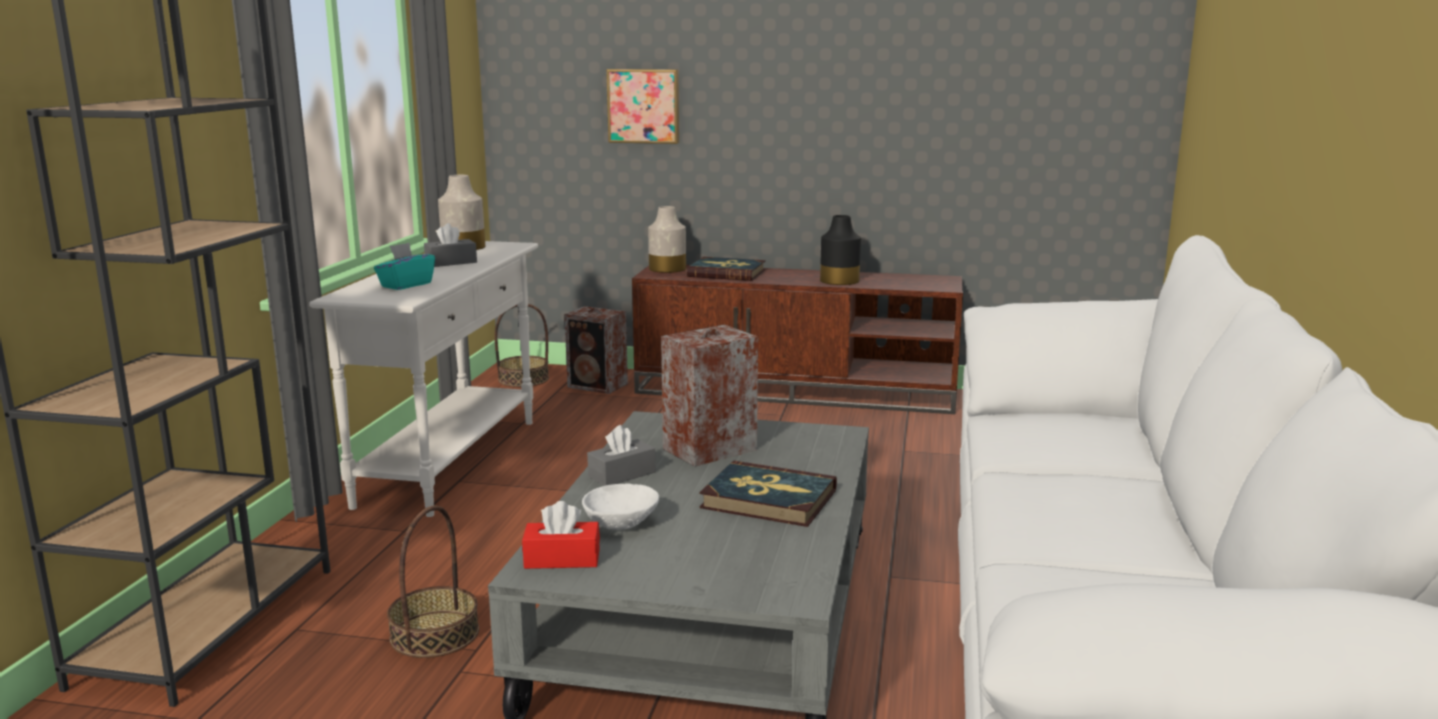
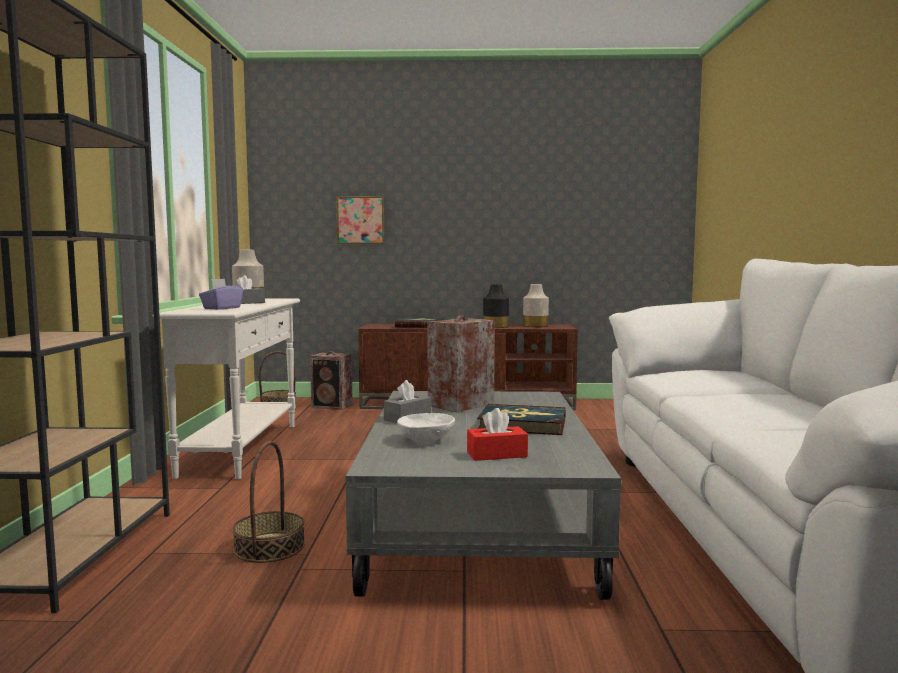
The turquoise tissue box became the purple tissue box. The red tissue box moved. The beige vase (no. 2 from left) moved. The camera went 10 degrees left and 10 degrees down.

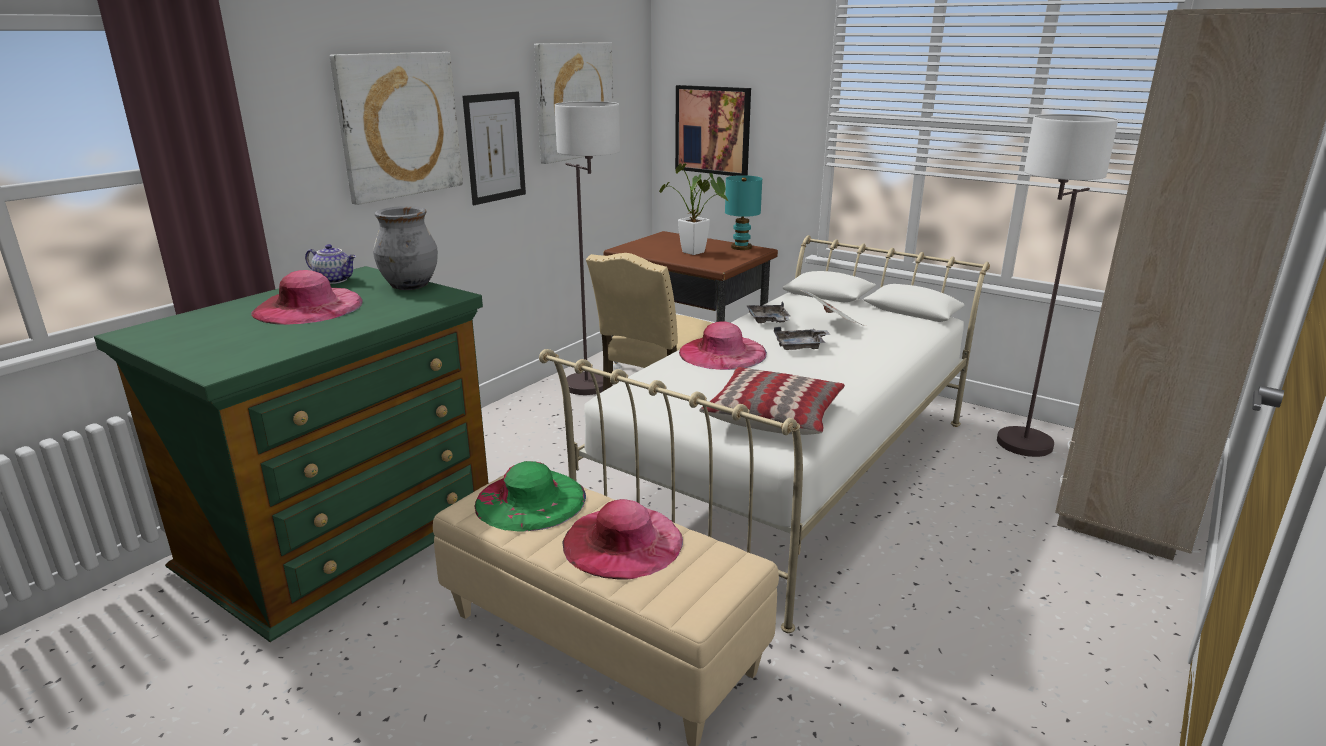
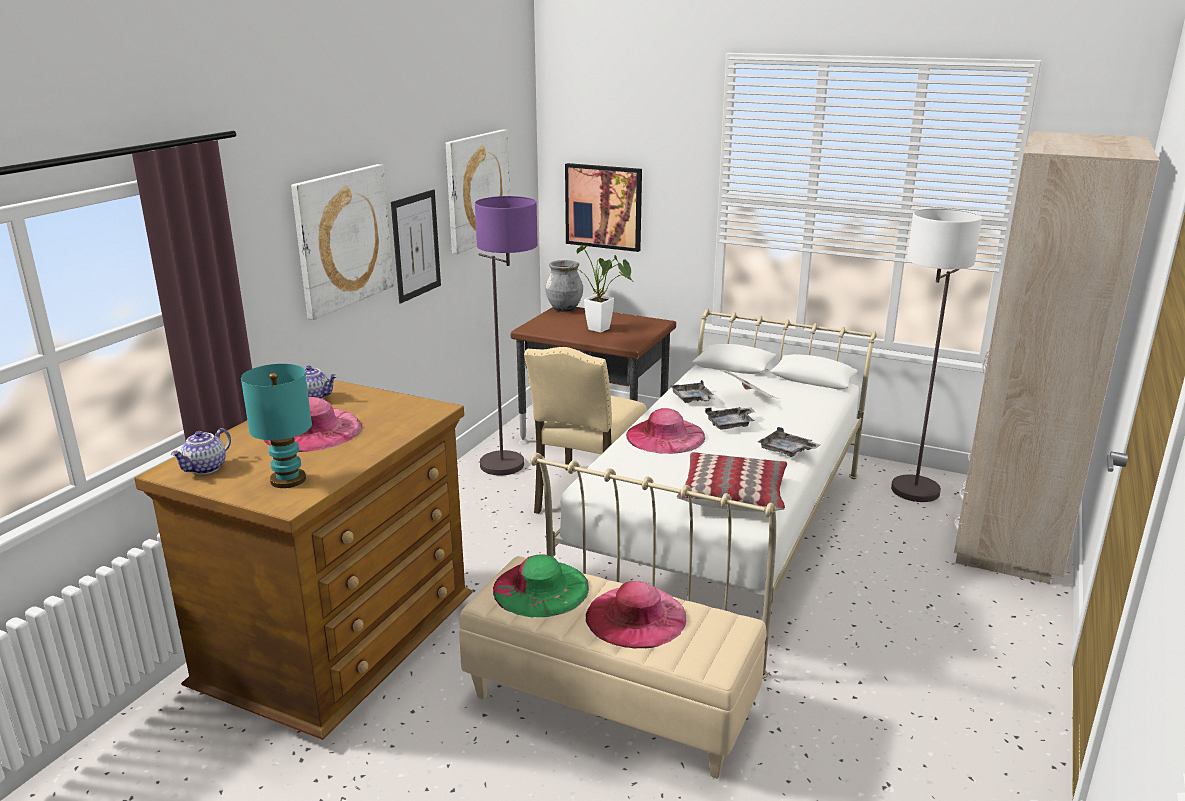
The green dresser became the brown dresser. The teapot (no. 1 from left) appeared. The turquoise table lamp moved. The white floor lamp (no. 1 from left) became the purple floor lamp. The grey vase moved. The grey tray (no. 3 from left) appeared. The camera went 10 degrees left and 0 degrees up.

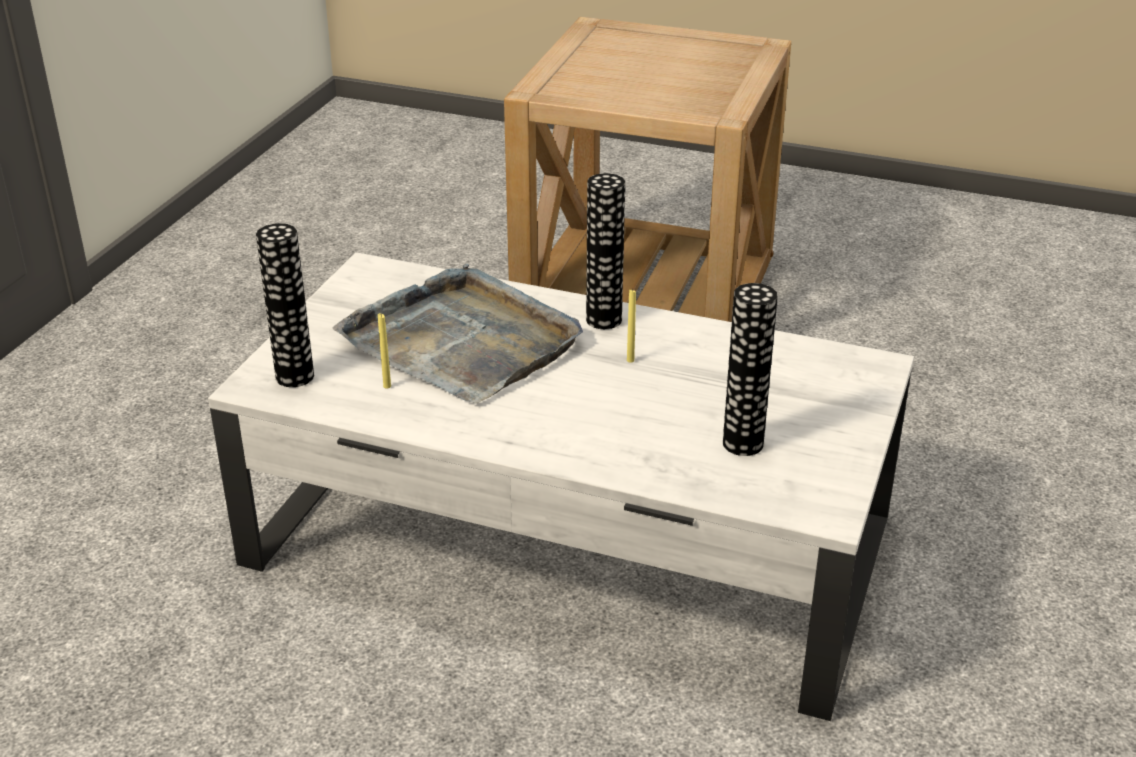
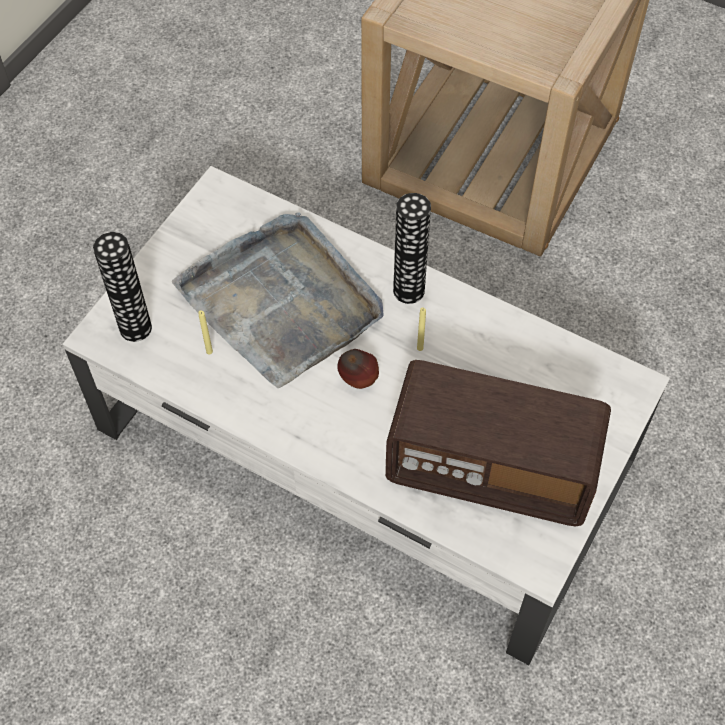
The apple appeared. The vase (no. 3 from left) was replaced by the radio. The camera went 10 degrees right and 25 degrees up.

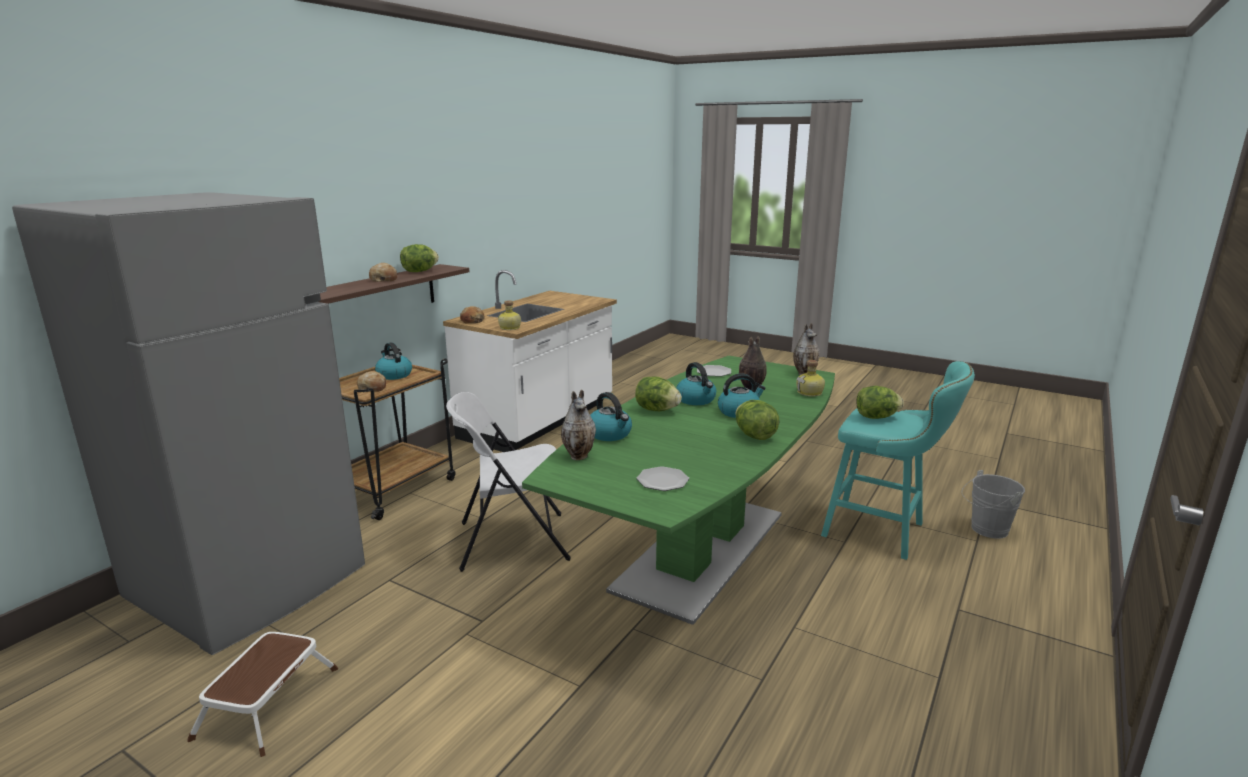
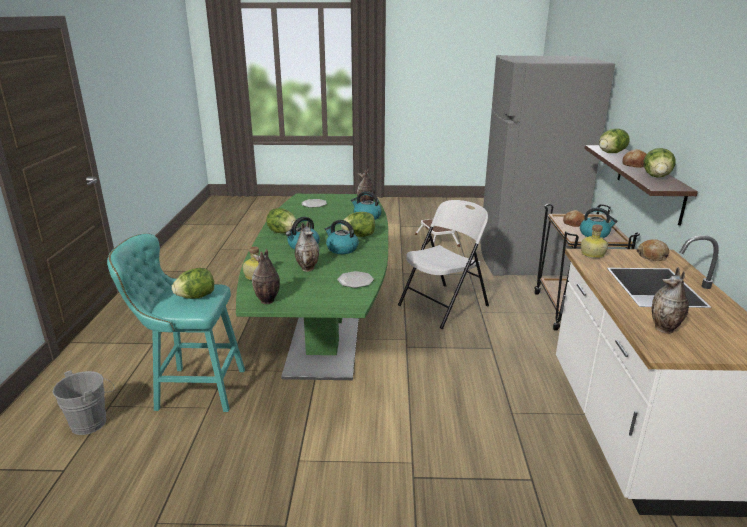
The lettuce (no. 4 from left) appeared. The vase (no. 4 from left) appeared. The camera went 150 degrees right and 5 degrees up.

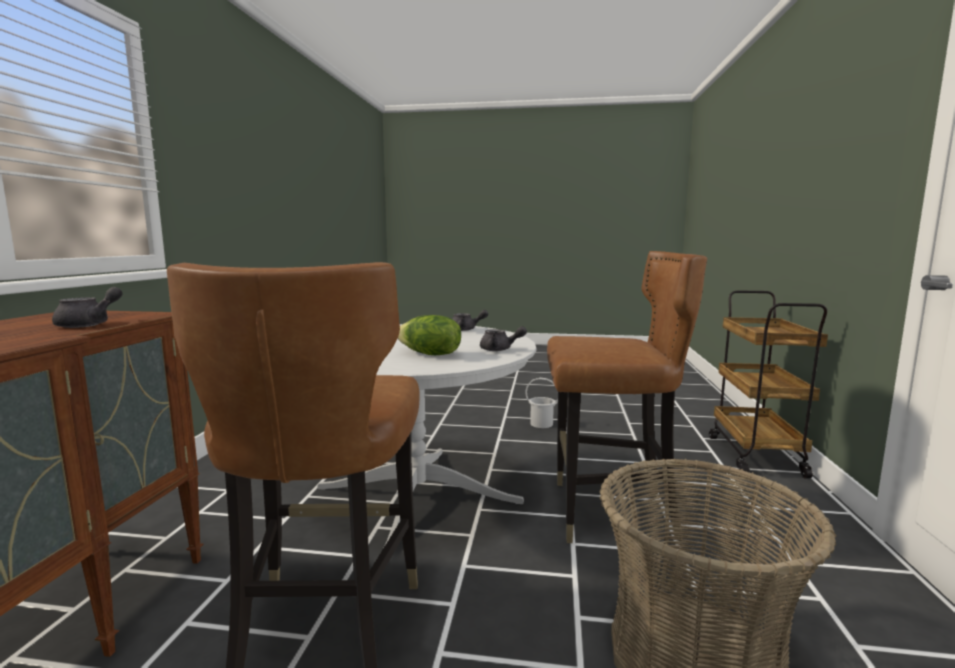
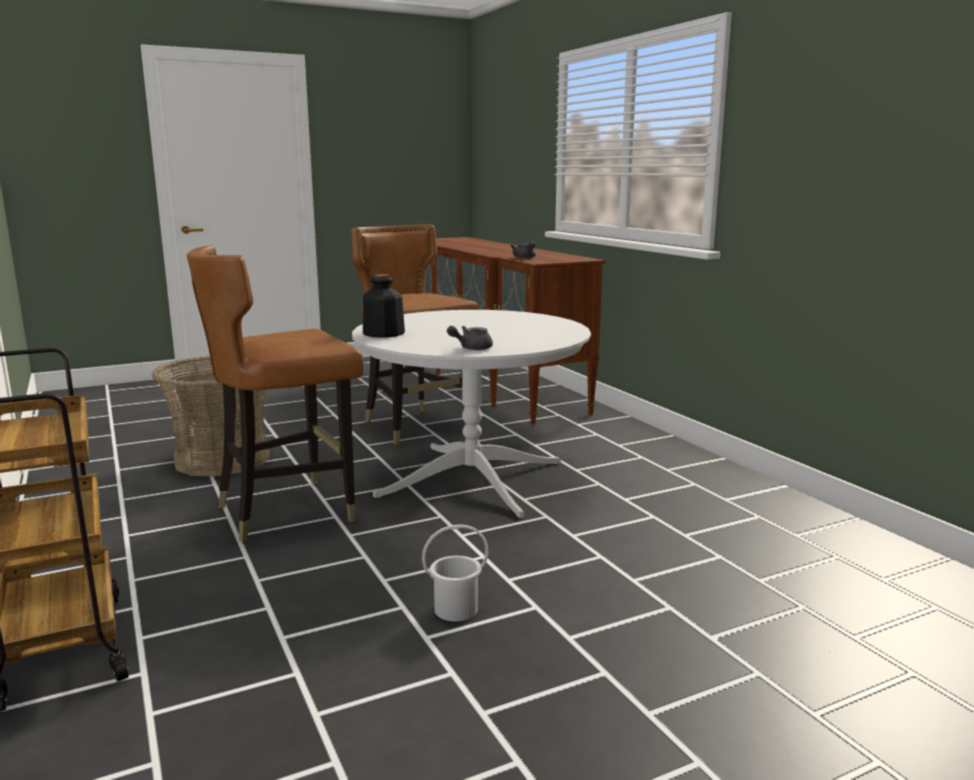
The grey teapot (no. 3 from left) was replaced by the bottle. The lettuce disappeared. The camera went 145 degrees right and 5 degrees up.

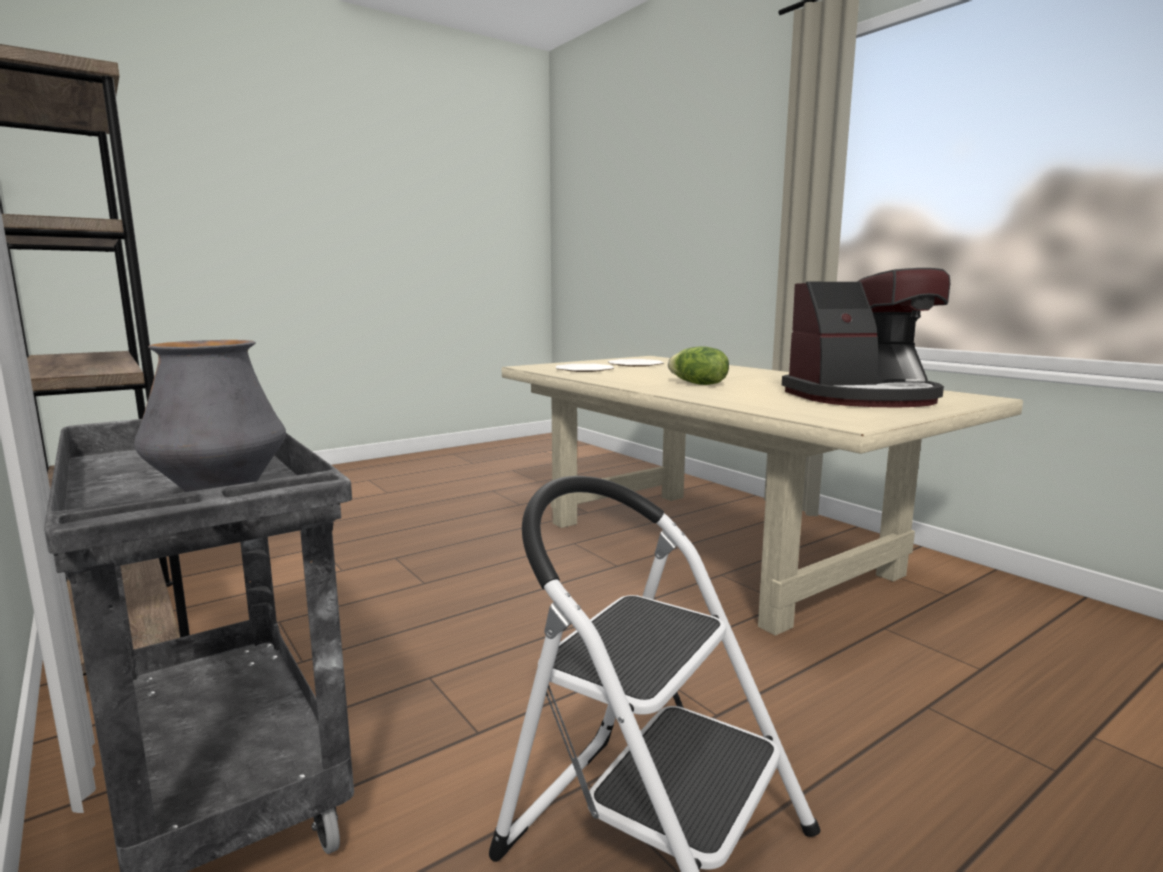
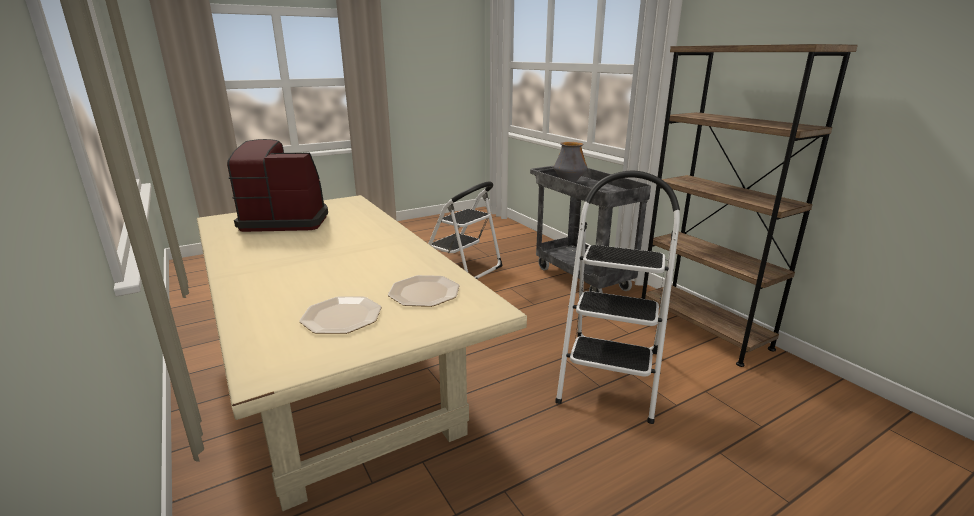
The step ladder (no. 2 from left) appeared. The lettuce disappeared. The camera went 175 degrees left and 10 degrees up.

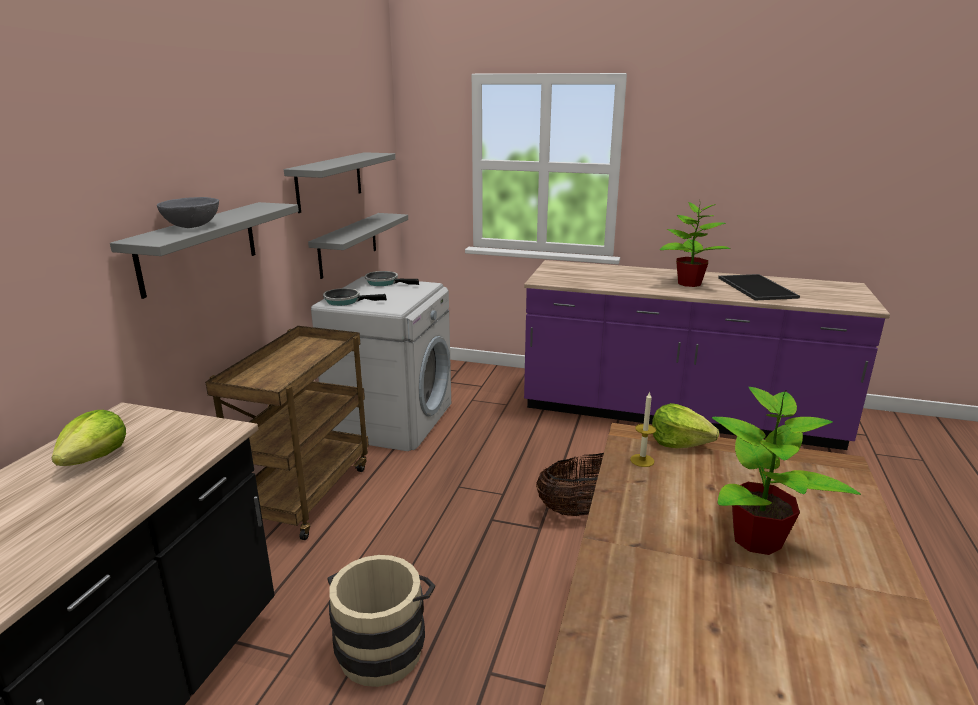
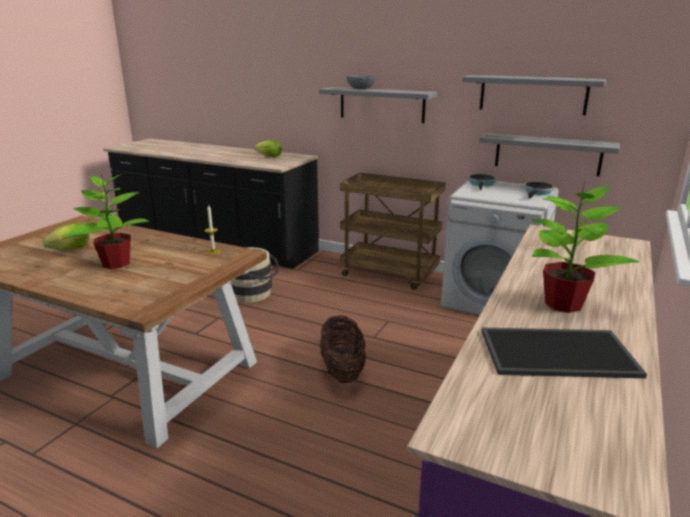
The lettuce (no. 2 from left in the first image) moved. The camera went 100 degrees right and 0 degrees up.

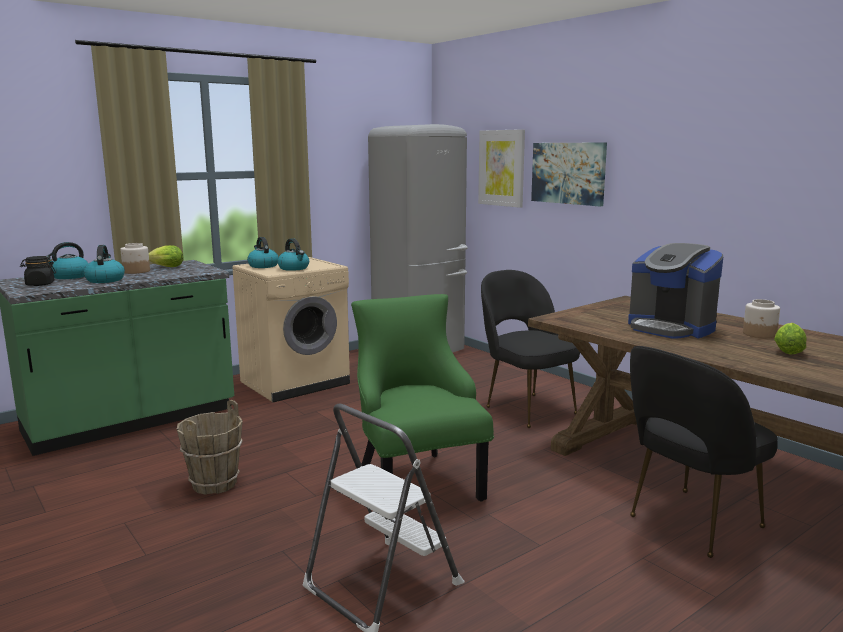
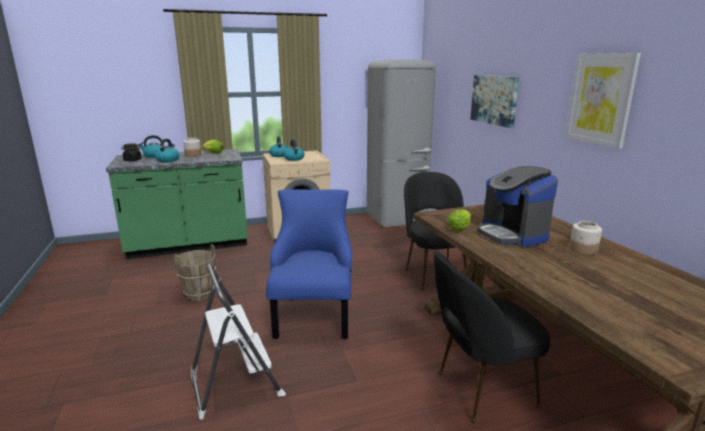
The green chair became the blue chair. The lettuce (no. 2 from left) moved. The picture (no. 1 from left in the first image) moved. The camera went 20 degrees right and 5 degrees up.

